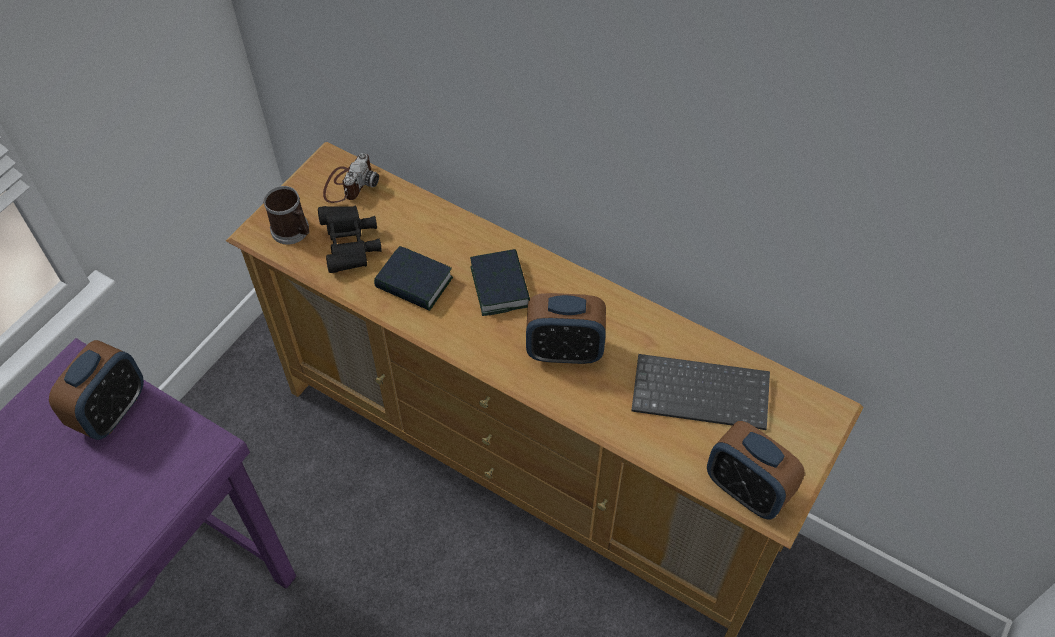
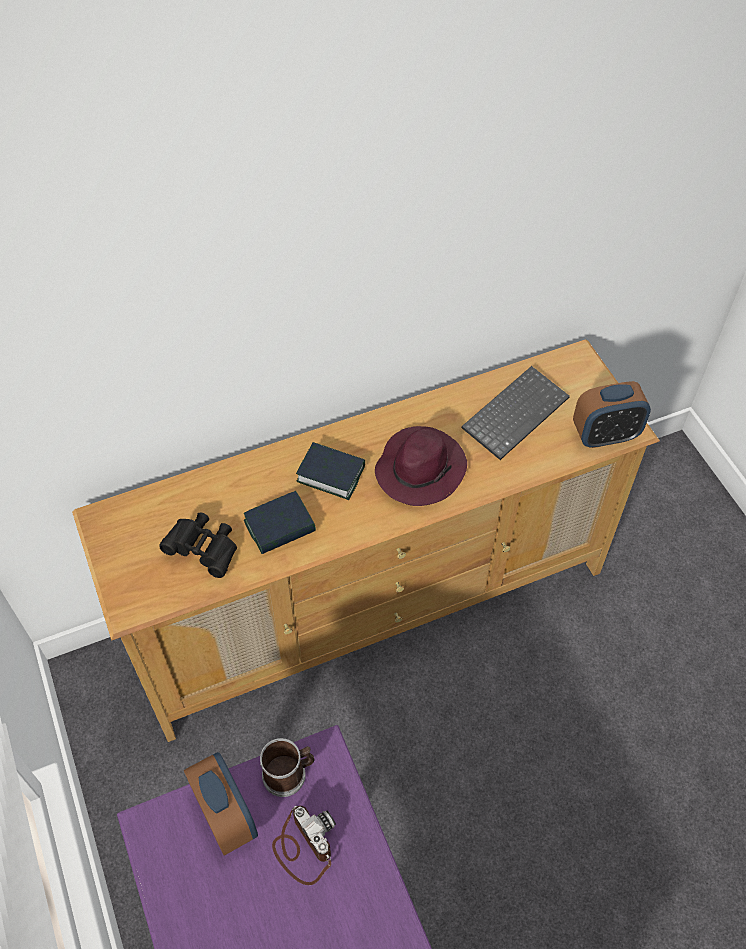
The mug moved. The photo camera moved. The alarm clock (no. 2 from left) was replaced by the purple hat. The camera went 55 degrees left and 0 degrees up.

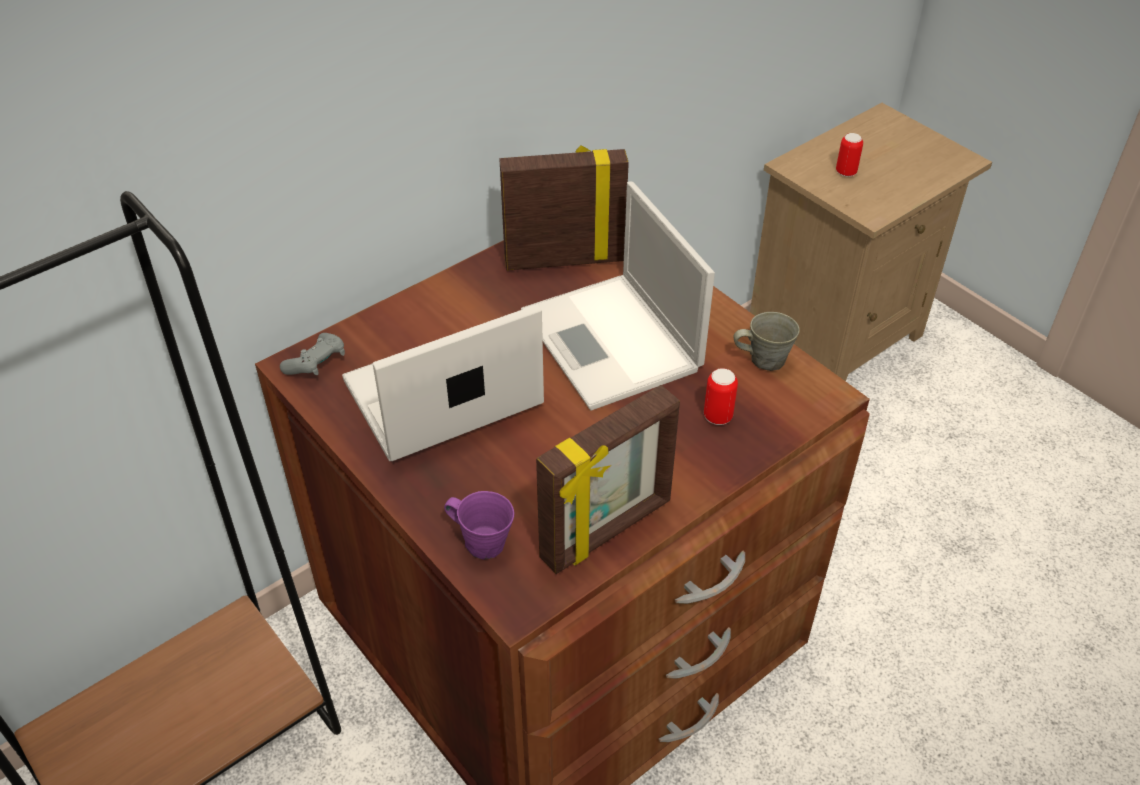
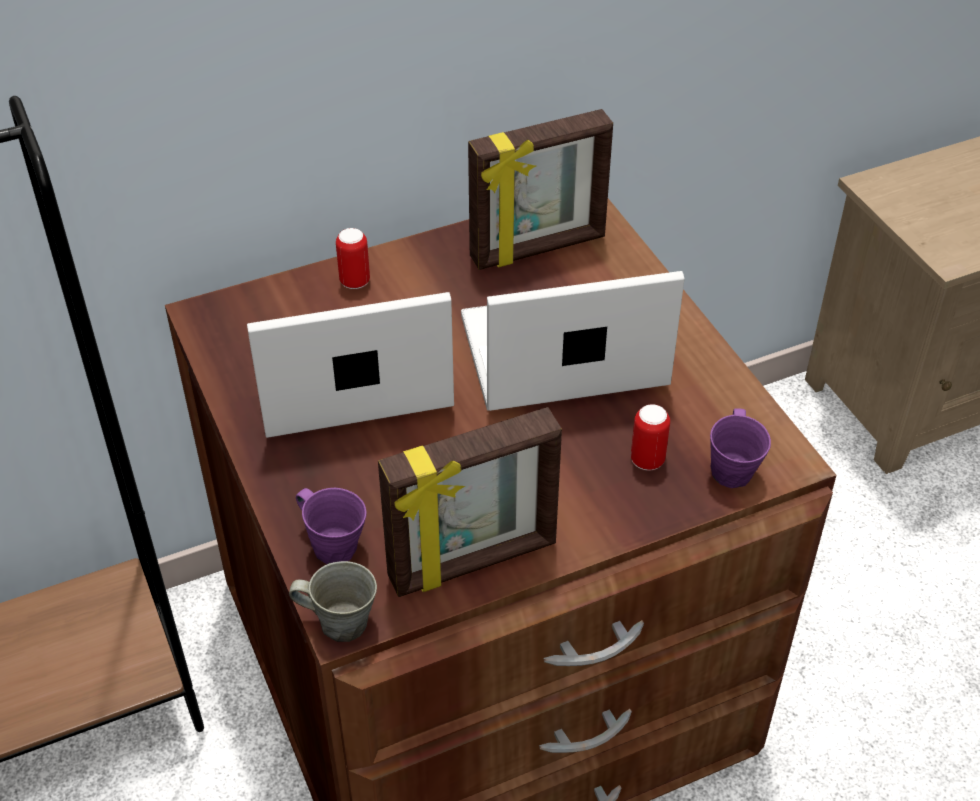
The grey mug moved. The can (no. 2 from left in the first image) moved. The laptop (no. 2 from left) turned 90 degrees clockwise. The picture frame (no. 1 from left in the first image) turned 150 degrees clockwise. The purple mug (no. 2 from left) appeared. The grey game controller disappeared. The camera went 15 degrees right and 0 degrees up.

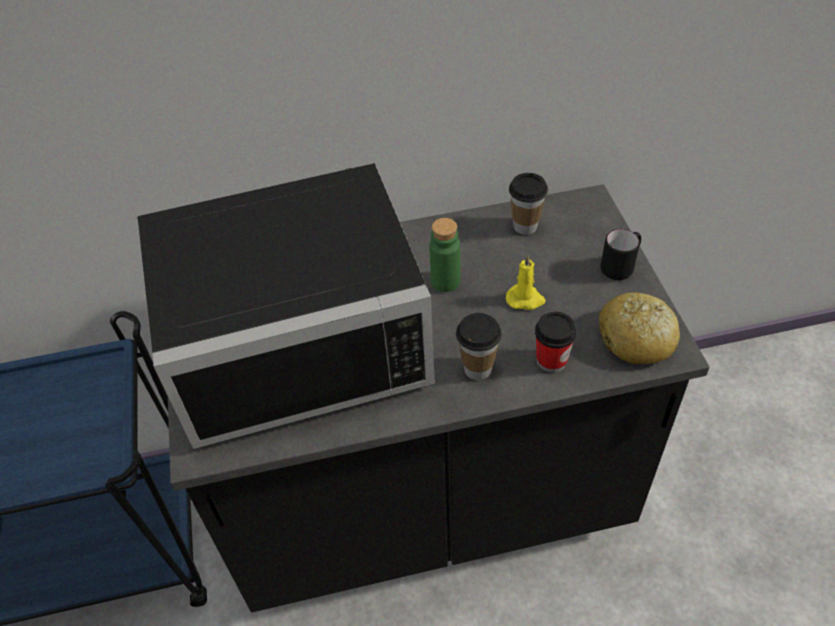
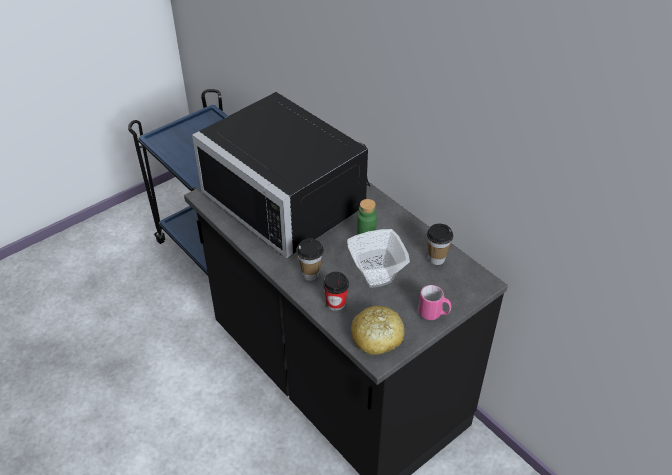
The yellow candle was replaced by the bowl. The black mug became the pink mug. The camera went 60 degrees right and 5 degrees down.

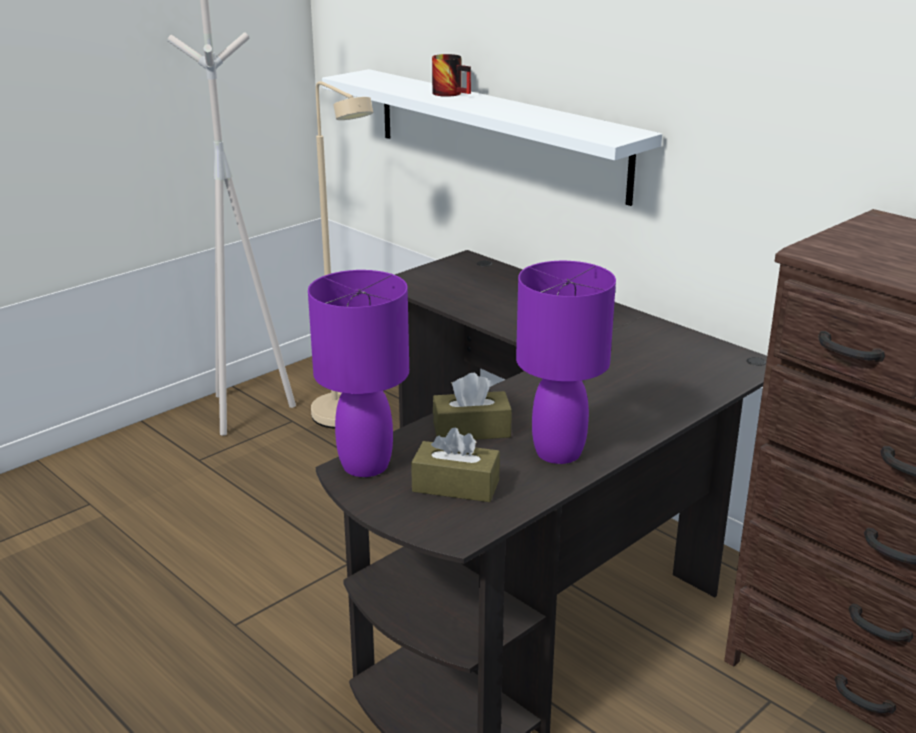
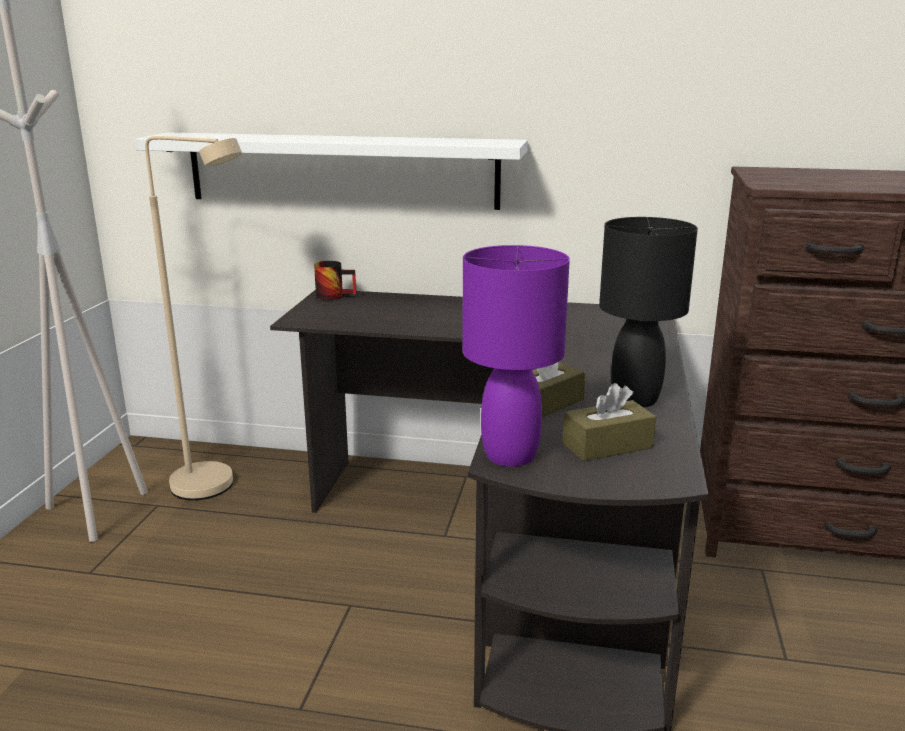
The mug moved. The purple table lamp (no. 2 from left) became the black table lamp. The camera went 35 degrees left and 5 degrees down.

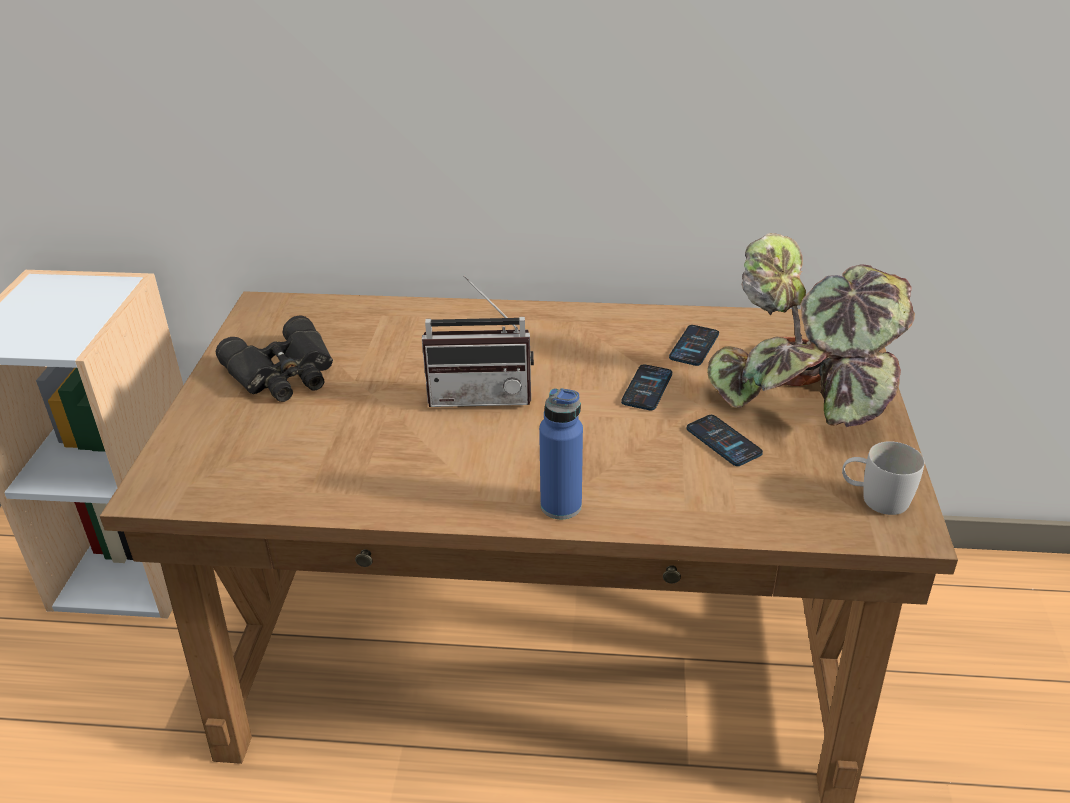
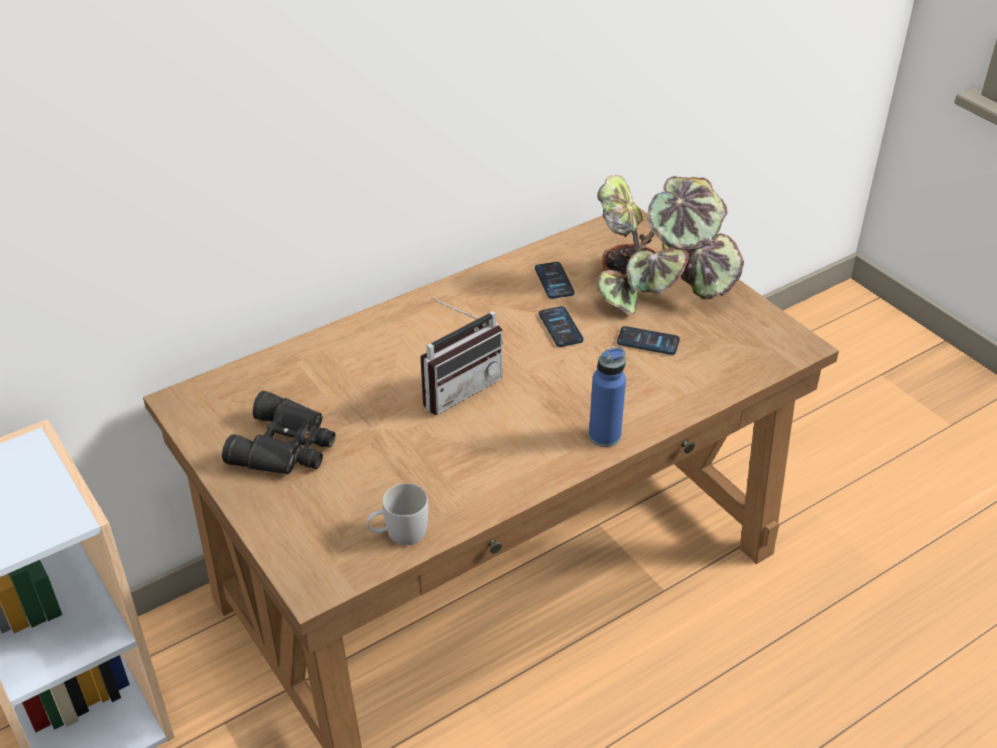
The white mug moved. The camera went 40 degrees left and 5 degrees up.

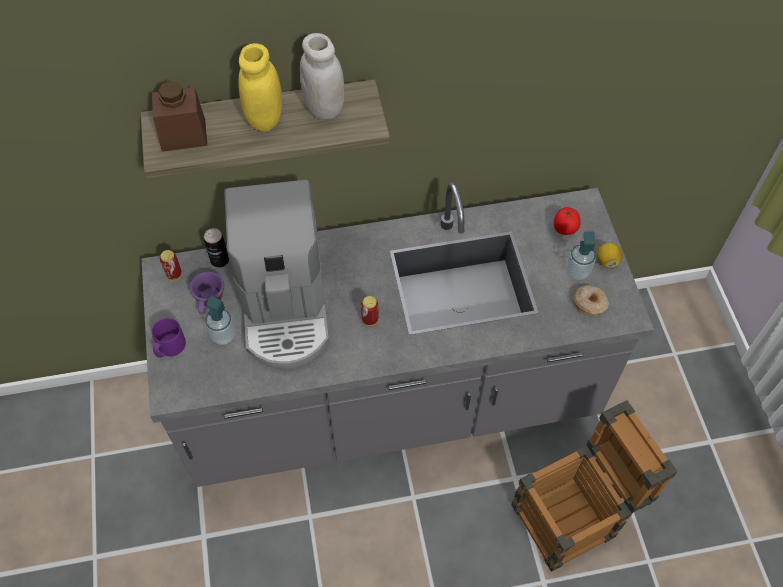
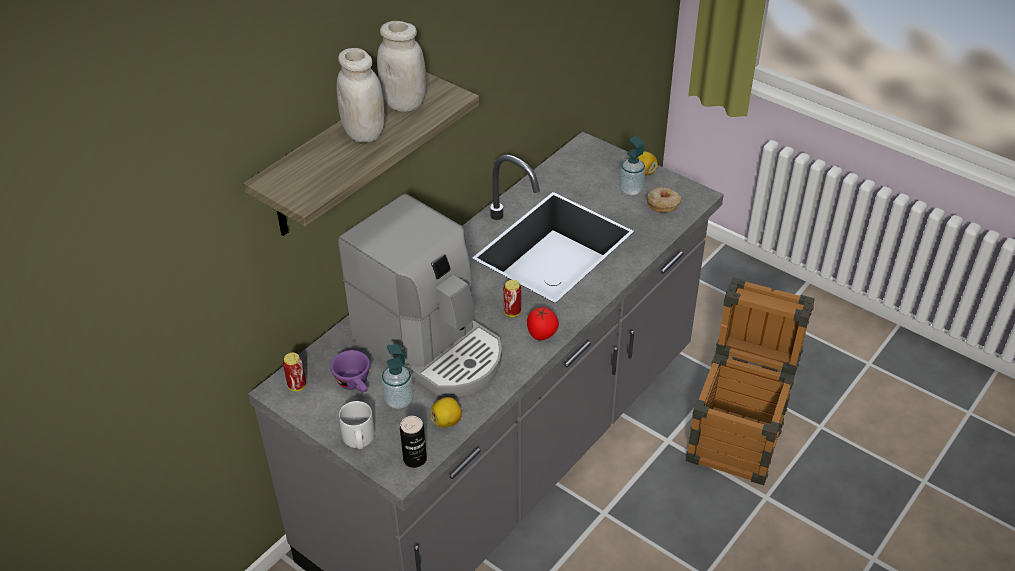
The yellow jar became the white jar (no. 1 from left). The purple mug became the grey mug. The can (no. 2 from left) moved. The lemon (no. 1 from left) appeared. The tomato moved. The brown jar disappeared. The camera went 40 degrees left and 15 degrees down.

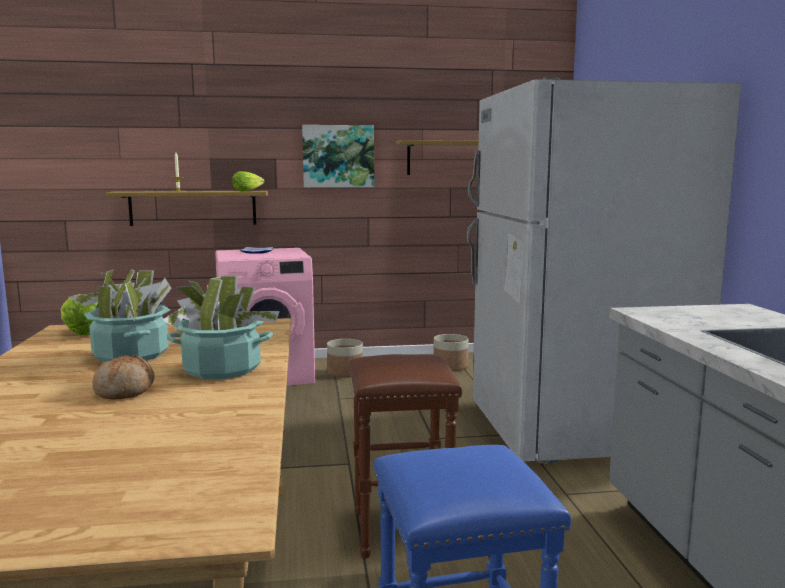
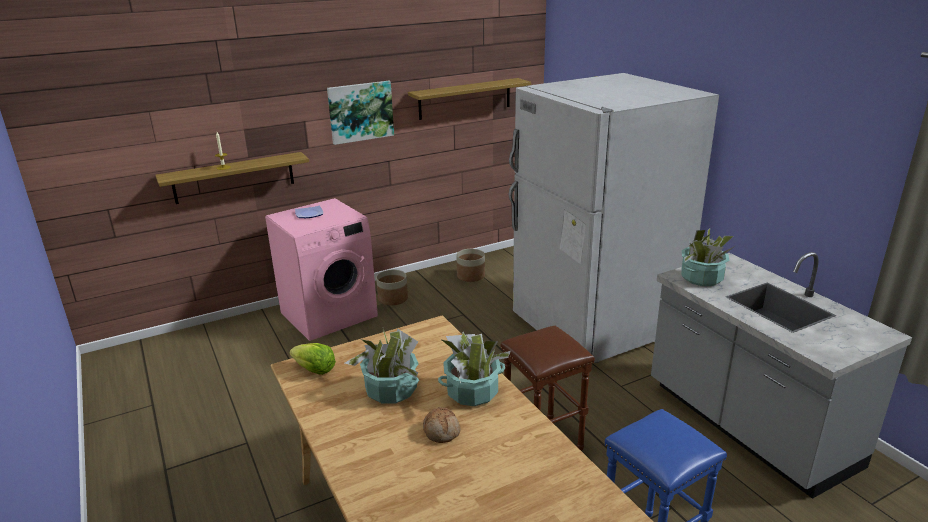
The potted plant (no. 3 from left) appeared. The lettuce (no. 2 from left) disappeared. The camera went 20 degrees left and 15 degrees up.

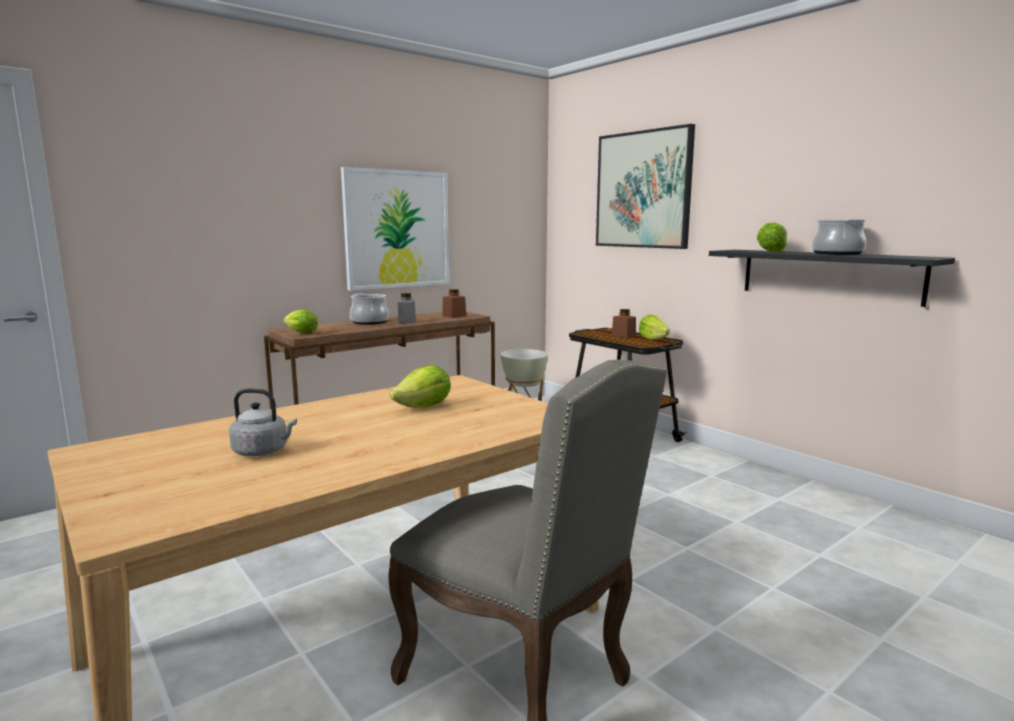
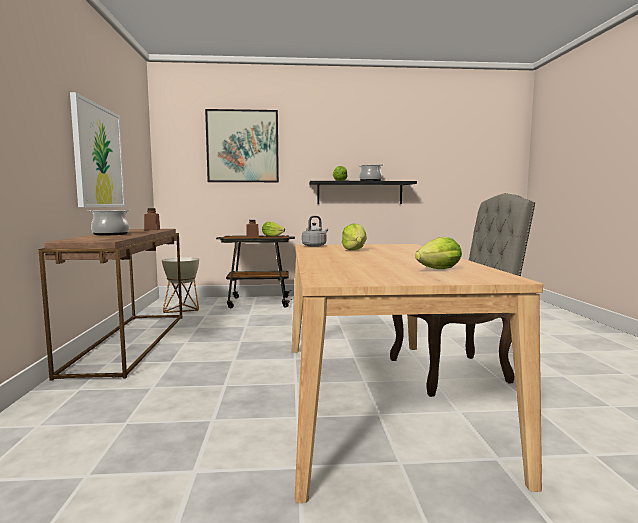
The grey kettle moved. The lettuce (no. 1 from left in the first image) moved. The grey jar disappeared. The camera went 55 degrees left and 5 degrees down.

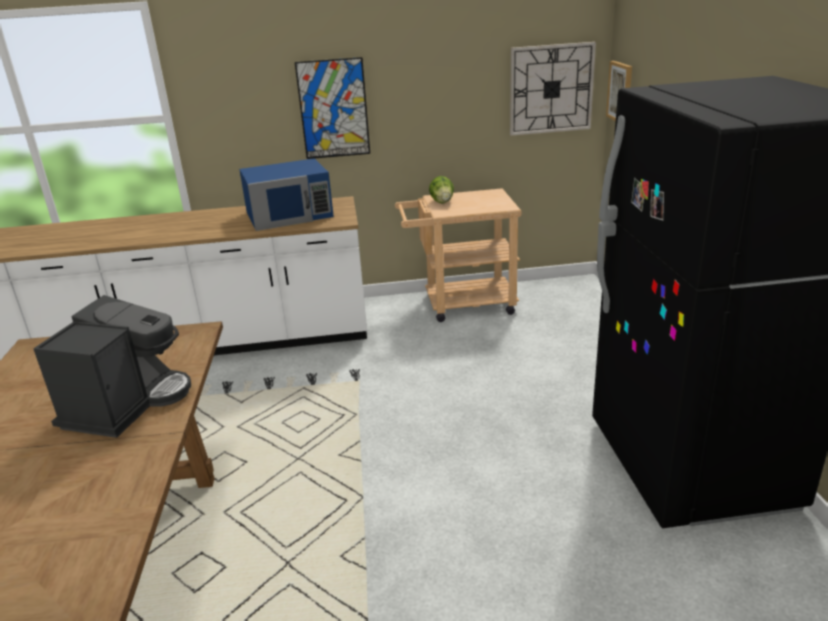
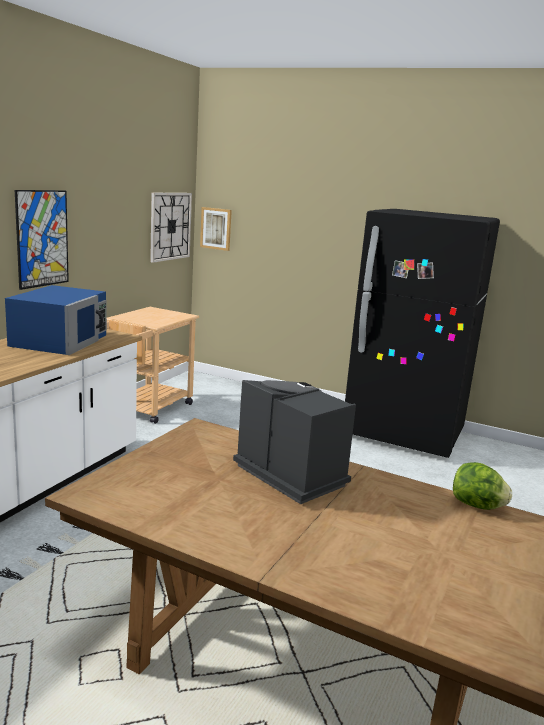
The lettuce moved. The camera went 60 degrees left and 10 degrees down.

